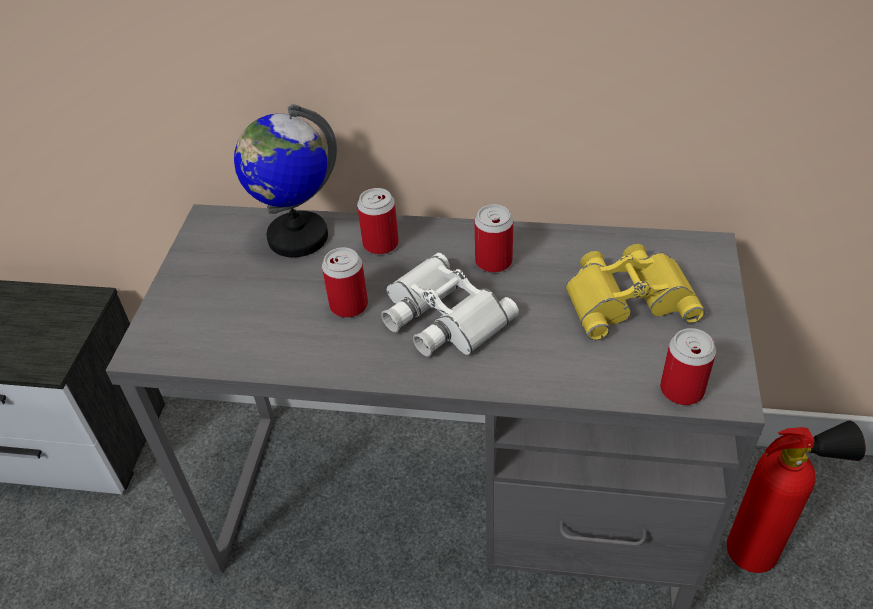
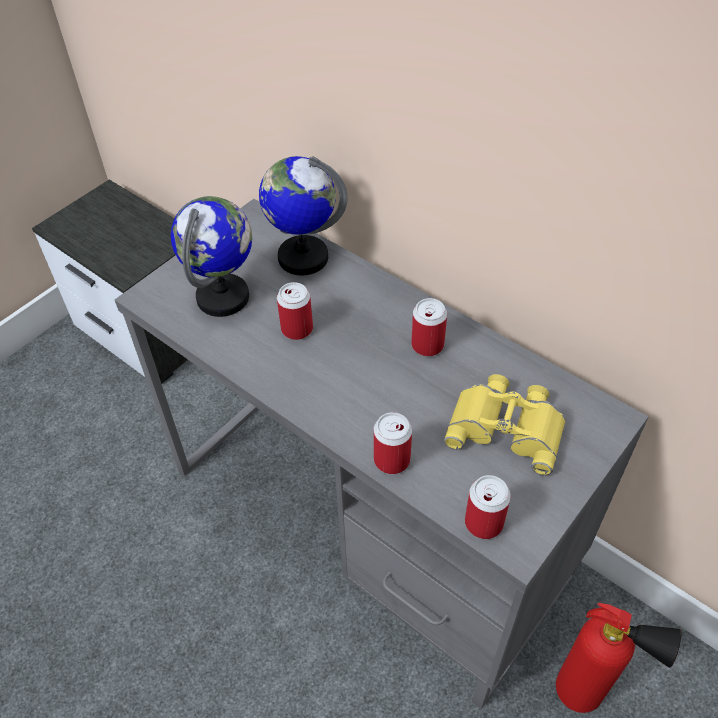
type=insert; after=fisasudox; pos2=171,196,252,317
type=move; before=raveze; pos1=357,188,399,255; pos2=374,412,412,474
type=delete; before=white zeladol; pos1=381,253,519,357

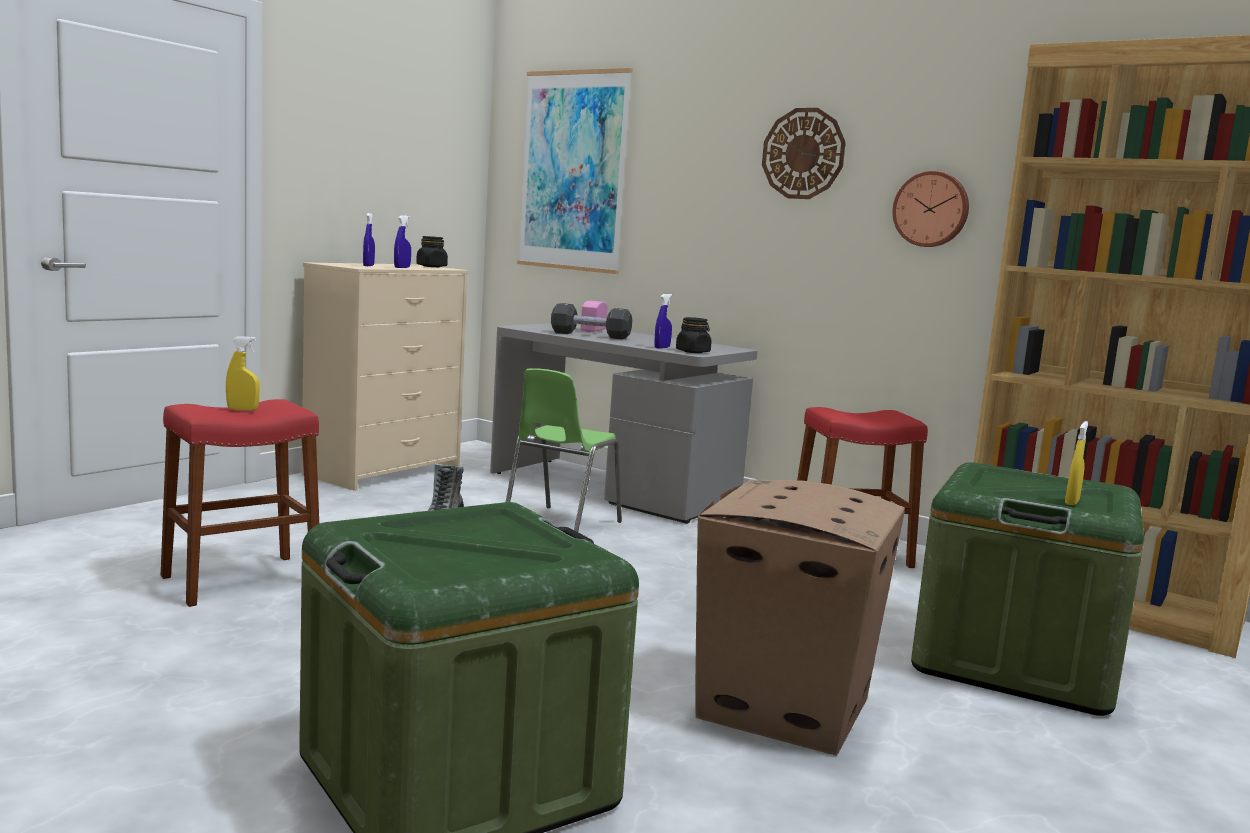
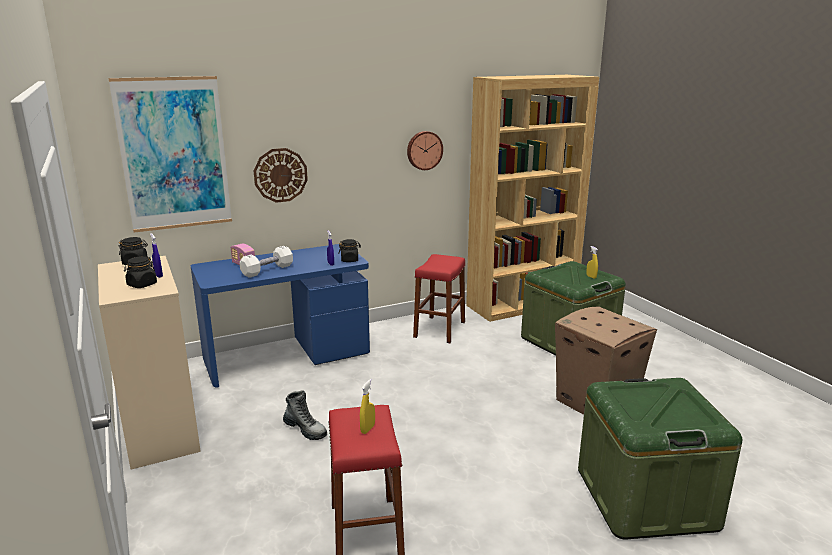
type=replace; before=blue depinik; after=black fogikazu; pos1=363,213,375,266; pos2=124,256,157,288
type=recolor; before=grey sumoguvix; after=blue sumoguvix; pos1=490,323,758,524; pos2=191,244,370,387
type=recolor; before=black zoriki; after=white zoriki; pos1=551,303,632,340; pos2=240,246,293,278
type=move; before=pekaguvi; pos1=762,108,846,199; pos2=254,148,308,203
type=delete; before=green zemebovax; pos1=506,368,622,532

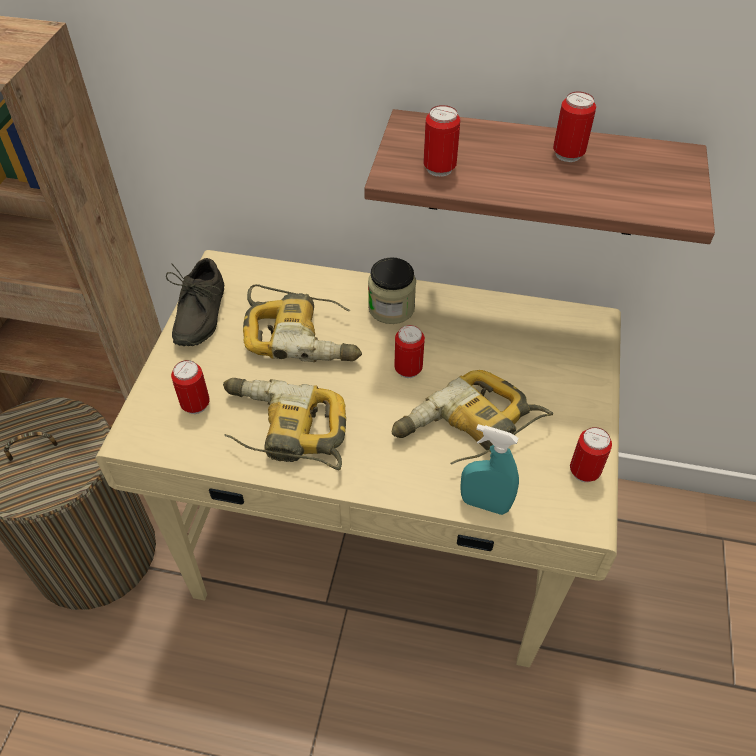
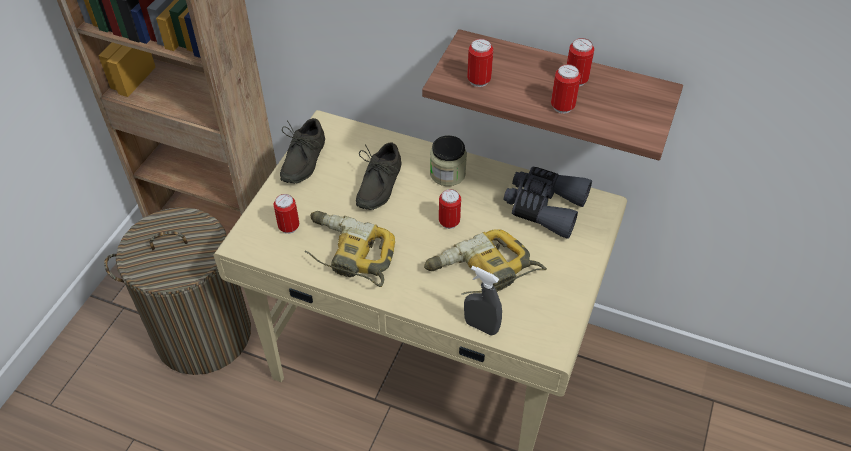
type=replace; before=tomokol; after=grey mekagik; pos1=243,284,362,362; pos2=356,142,402,210
type=recolor; before=turquoise depinik; after=grey depinik; pos1=460,424,519,515; pos2=464,266,502,336
type=insert; after=grey zeladol; pos2=503,166,592,239
type=move; before=raveze; pos1=570,427,612,482; pos2=551,64,581,114

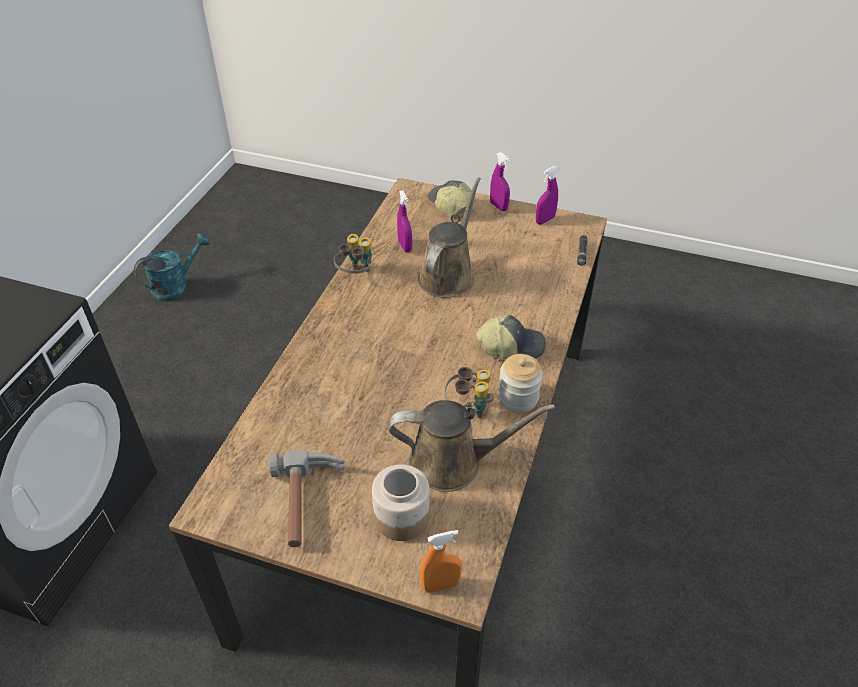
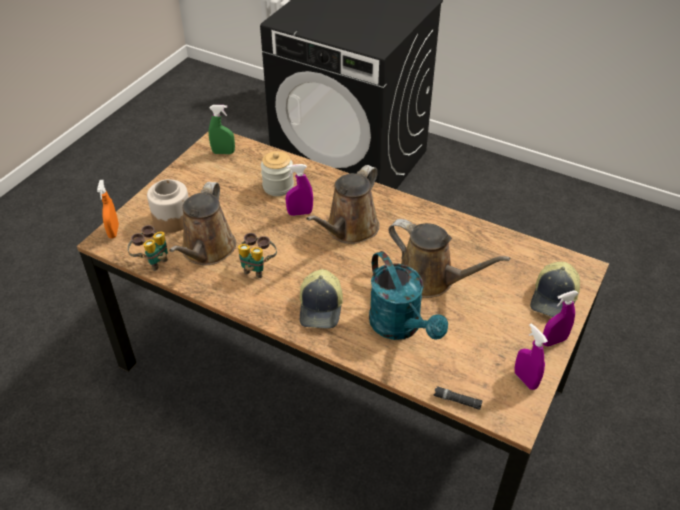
type=move; before=zeladol; pos1=334,234,372,274; pos2=128,225,168,271
type=insert; after=green depinik; pos2=209,105,235,154
type=move; before=fogikazu; pos1=498,354,543,413; pos2=261,151,294,196
type=move; before=purple depinik; pos1=397,190,412,252; pos2=285,164,313,216
type=insert; after=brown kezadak; pos2=306,165,379,244
type=move; before=turquoise kezadak; pos1=134,233,210,302; pos2=369,251,448,340
type=rotate; before=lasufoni; pos1=428,180,475,218; pos2=530,262,580,317; turn=135
type=delete; before=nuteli; pos1=269,450,346,547

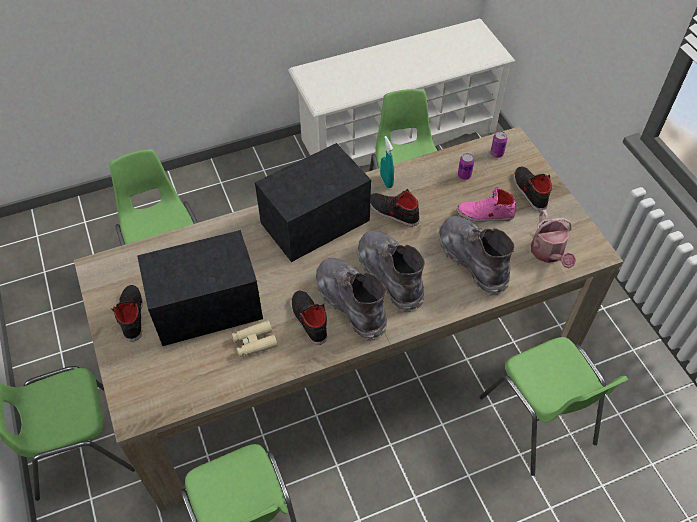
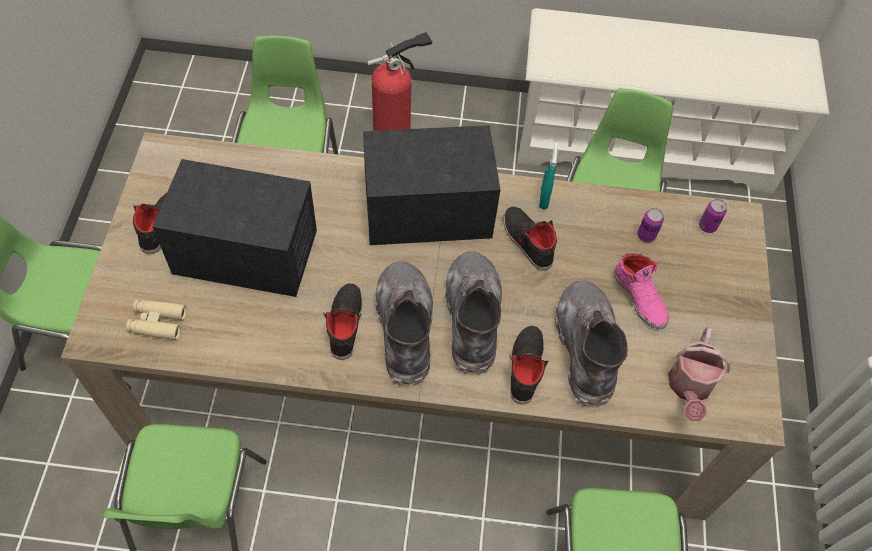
type=move; before=beige zeladol; pos1=232,321,278,357; pos2=126,300,187,340
type=insert; after=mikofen; pos2=367,32,432,131
type=move; before=black mekagik; pos1=514,166,552,211; pos2=510,326,548,405
type=rotate; before=pink mekagik; pos1=457,187,516,222; pos2=614,253,669,329; turn=-150

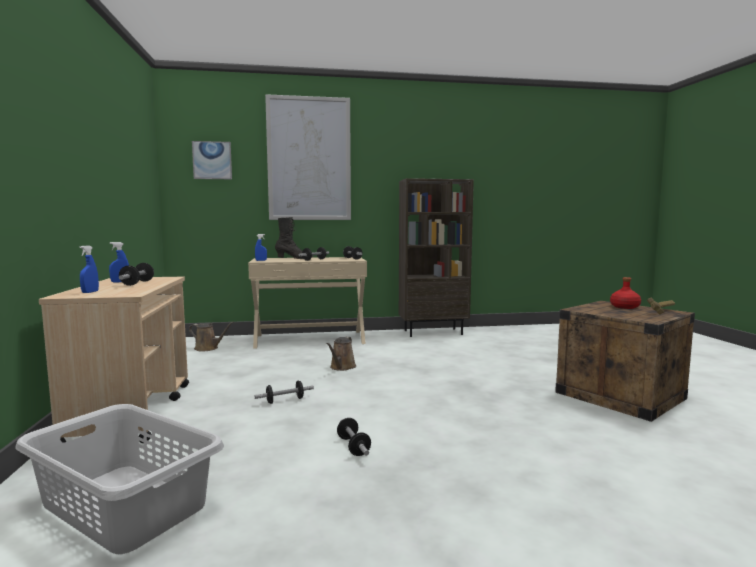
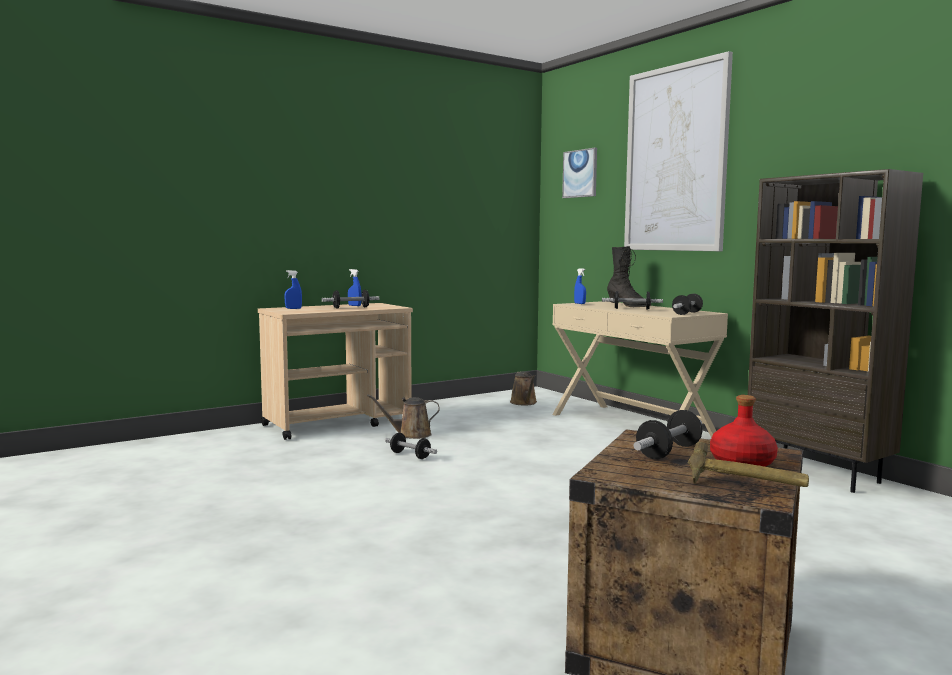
type=move; before=brown kezadak; pos1=326,337,356,371; pos2=367,394,440,439
type=move; before=zoriki; pos1=337,418,371,456; pos2=634,410,702,459
type=delete; before=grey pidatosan; pos1=15,404,224,554

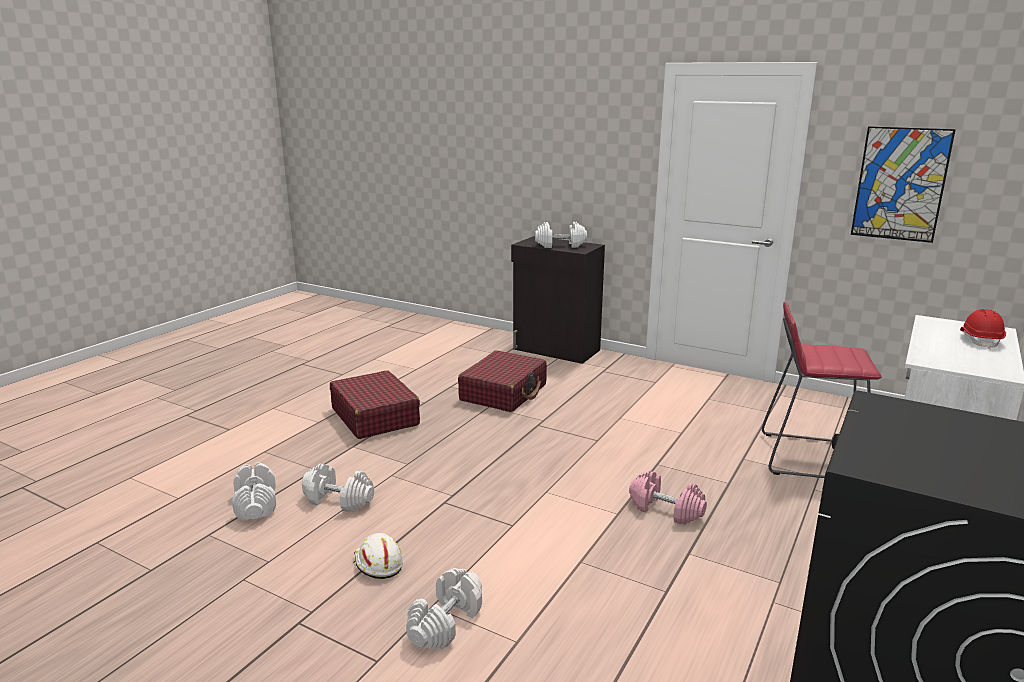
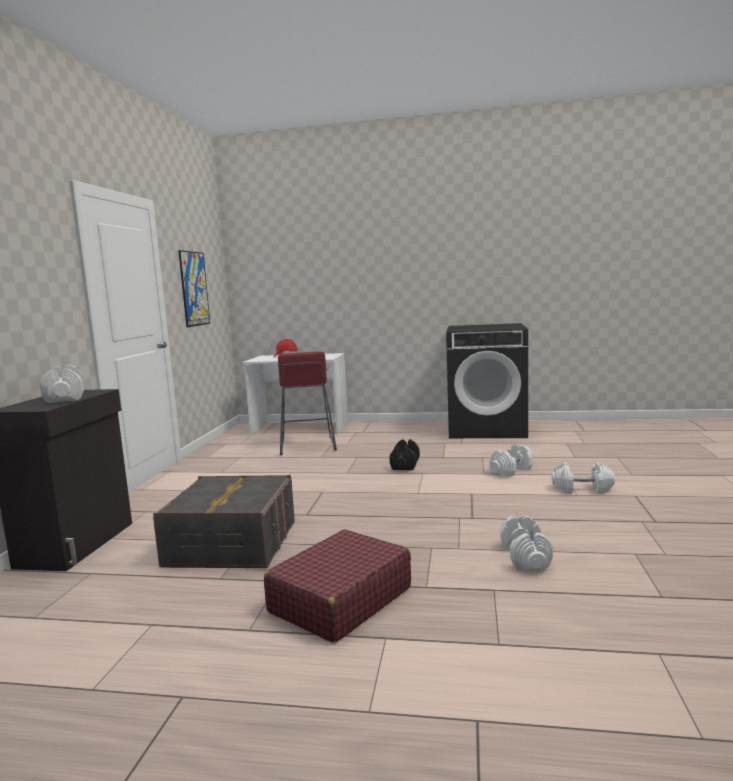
type=replace; before=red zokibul; after=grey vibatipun; pos1=458,350,547,412; pos2=153,475,295,568
type=recolor; before=pink zoriki; after=black zoriki; pos1=629,471,707,525; pos2=389,439,420,470
type=move; before=white zoriki; pos1=232,463,276,520; pos2=489,444,533,477
type=delete; before=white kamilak; pos1=353,533,403,579

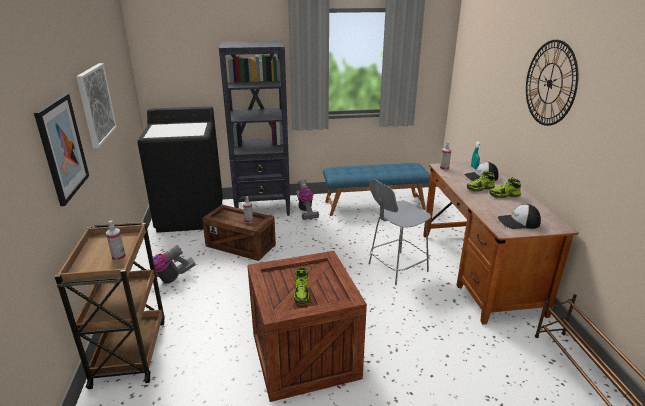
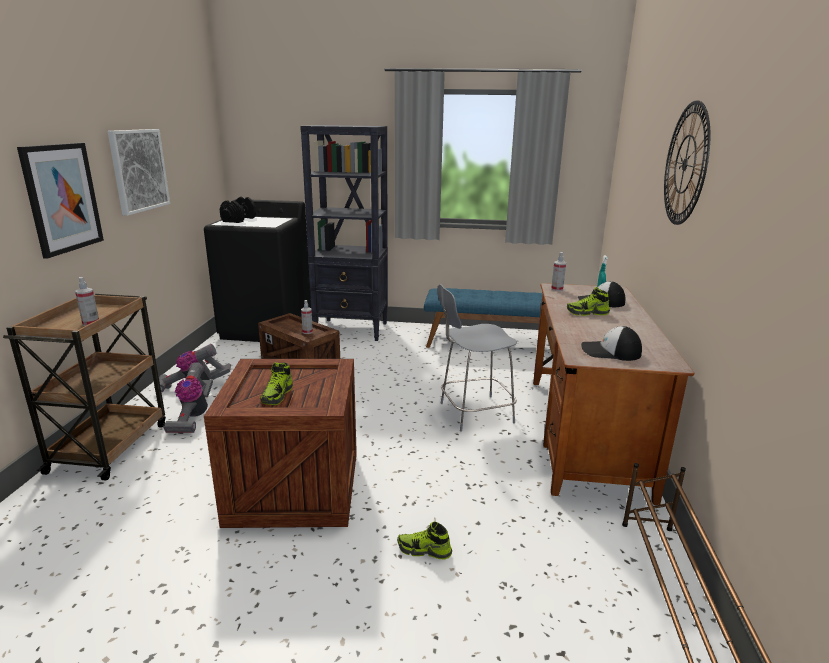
type=move; before=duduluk; pos1=296,179,319,220; pos2=163,362,213,434
type=insert; after=black zoriki; pos2=220,197,256,223
type=move; before=mekagik; pos1=489,177,521,199; pos2=397,521,452,560

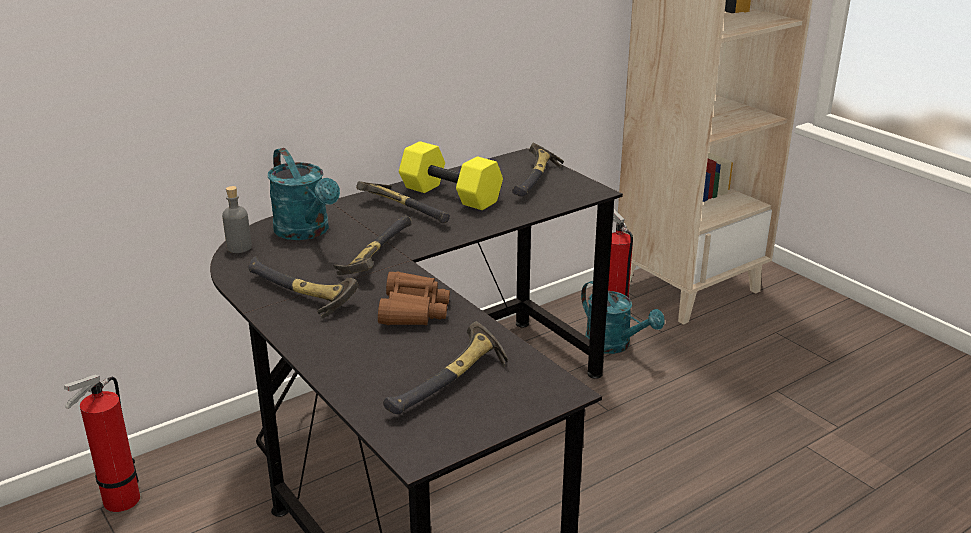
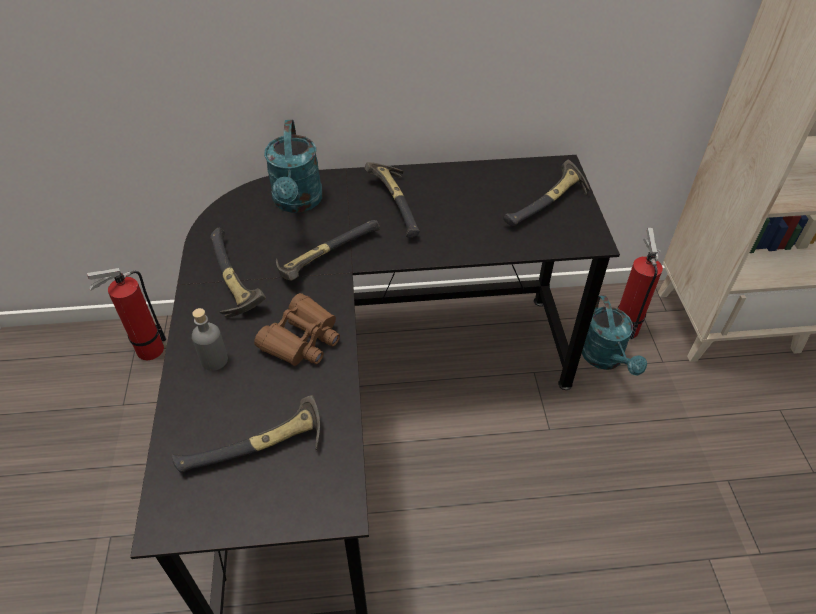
type=move; before=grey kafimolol; pos1=222,186,252,253; pos2=192,308,228,371
type=delete; before=yellow zoriki; pos1=399,141,503,210

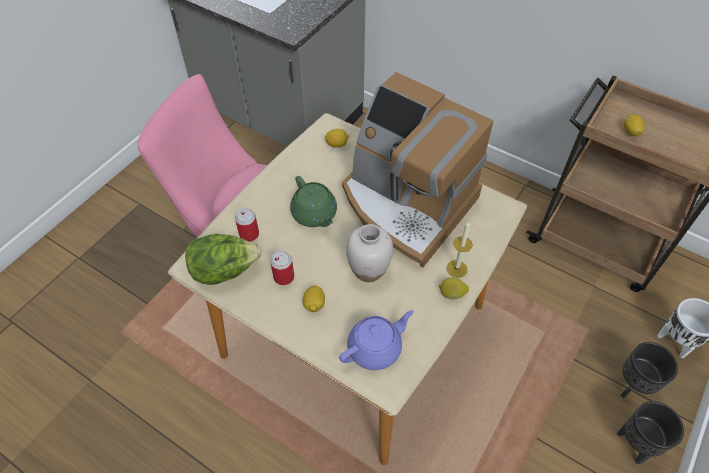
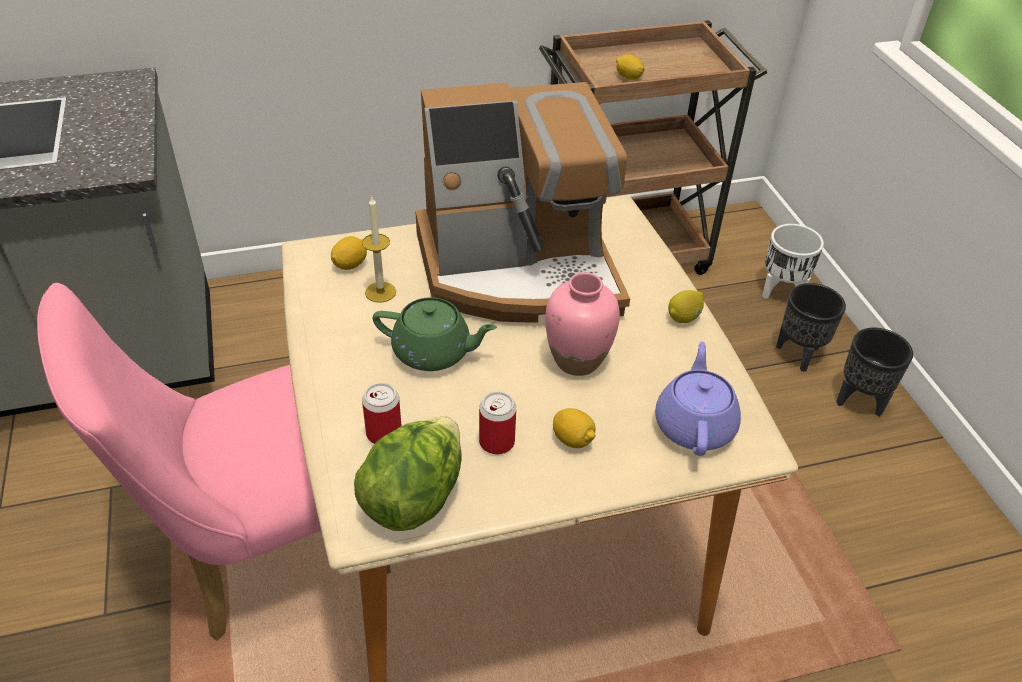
type=move; before=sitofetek; pos1=446,221,472,278; pos2=362,197,396,303
type=recolor; before=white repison; after=pink repison; pos1=346,224,393,282; pos2=545,272,620,376

